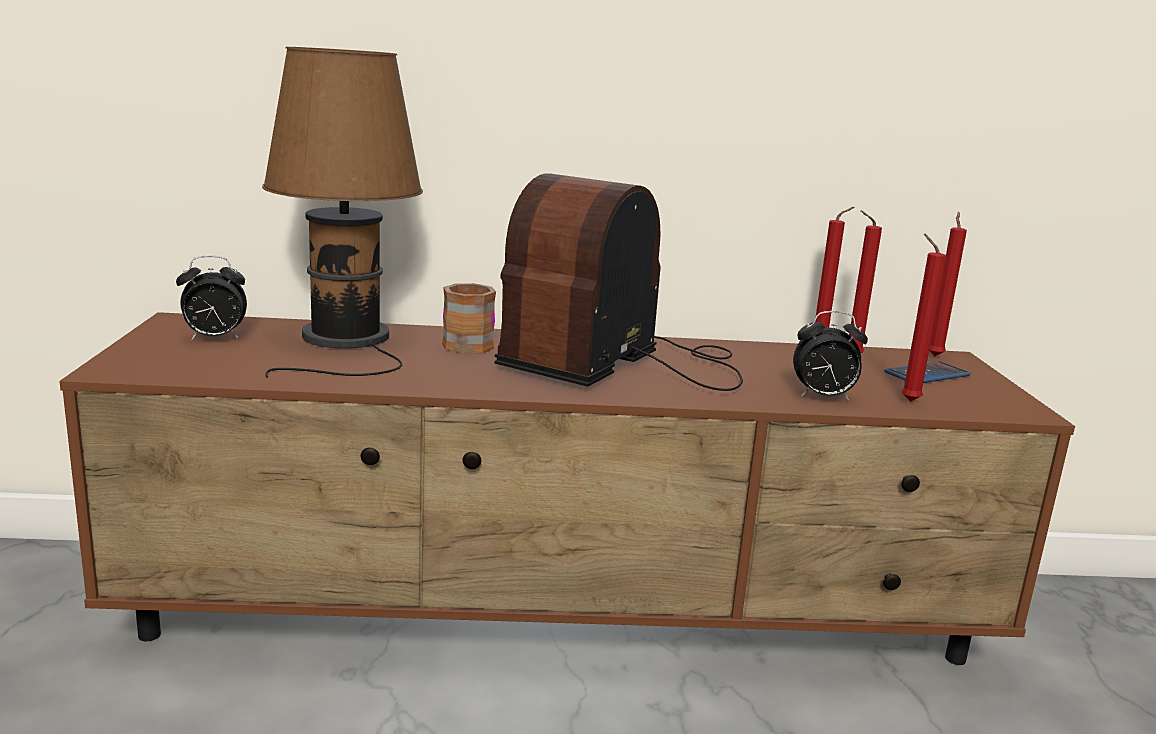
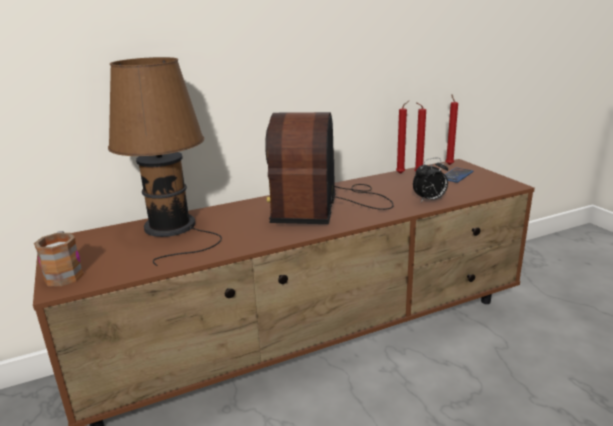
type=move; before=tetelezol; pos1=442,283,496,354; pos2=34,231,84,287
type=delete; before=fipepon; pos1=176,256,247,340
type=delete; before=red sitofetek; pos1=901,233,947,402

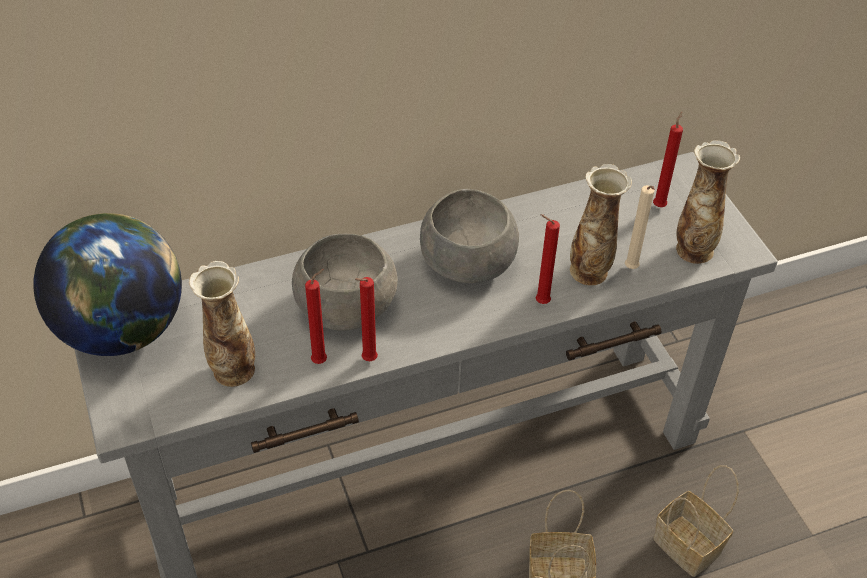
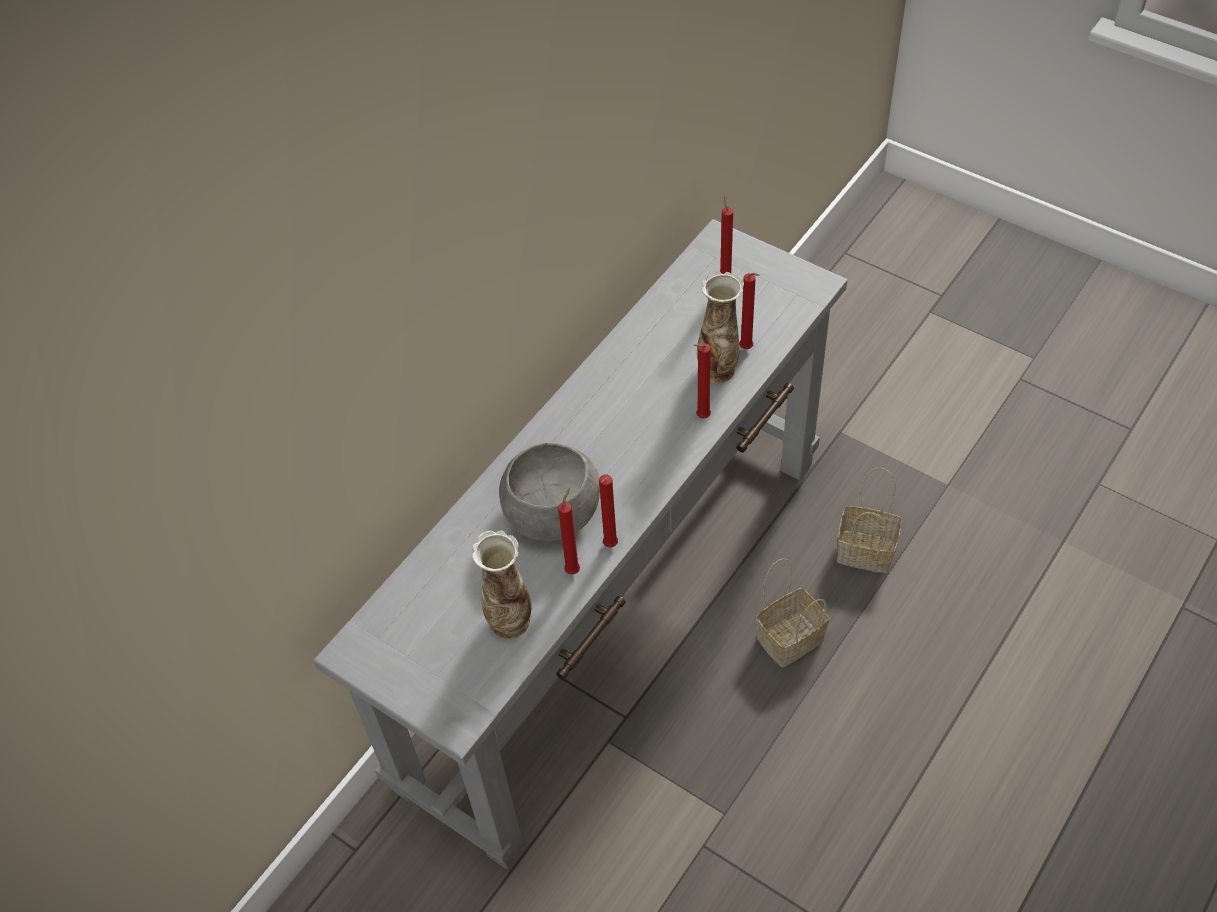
type=recolor; before=beige sitofetek; after=red sitofetek; pos1=625,185,655,269; pos2=739,273,760,349
type=delete; before=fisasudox; pos1=33,213,182,356
type=delete; before=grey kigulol; pos1=420,189,519,283
type=delete; before=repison; pos1=676,140,740,264

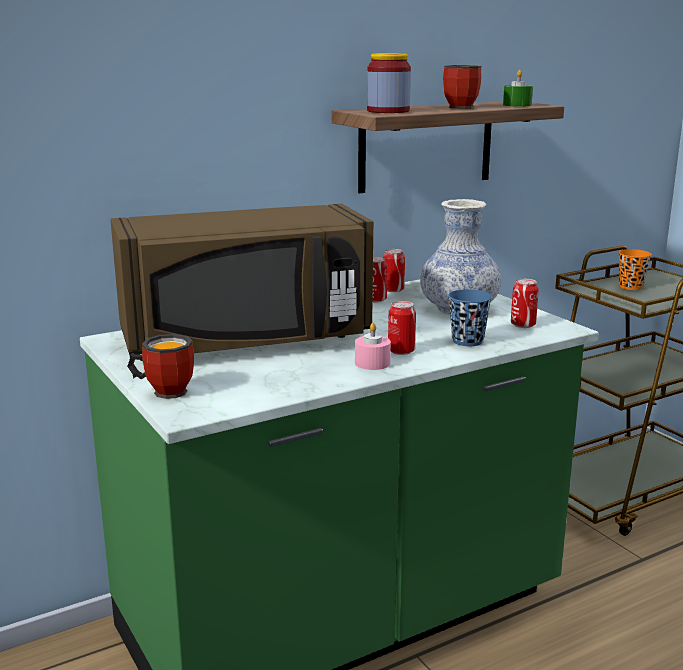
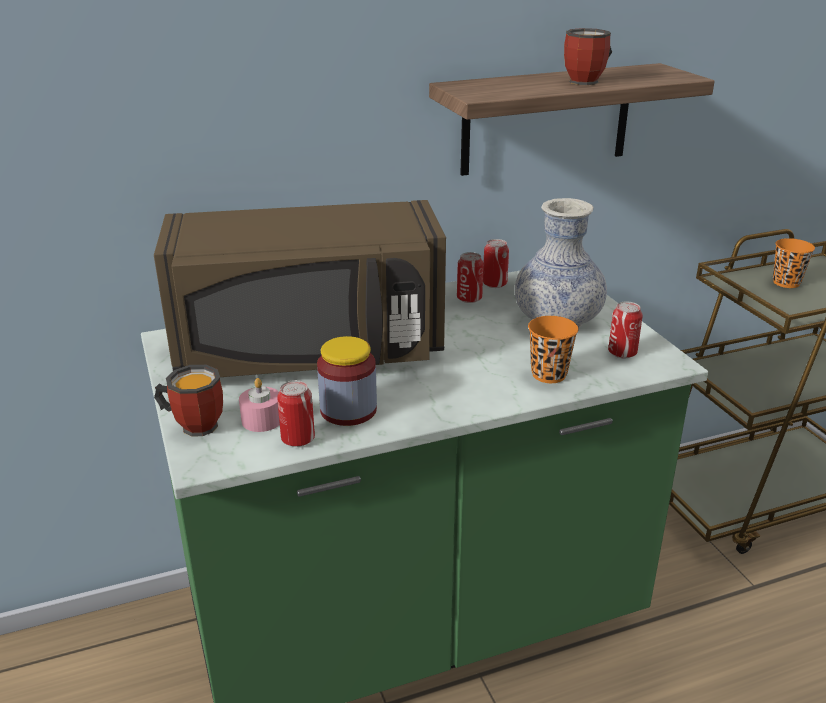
type=move; before=pink sitofetek; pos1=355,323,391,370; pos2=239,378,280,432
type=move; before=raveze; pos1=388,301,416,355; pos2=277,380,315,447
type=move; before=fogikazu; pos1=367,53,411,113; pos2=317,336,377,426
type=recolor; before=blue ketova; after=orange ketova; pos1=448,289,492,346; pos2=528,316,579,383
type=delete; before=green sitofetek; pos1=503,70,533,107

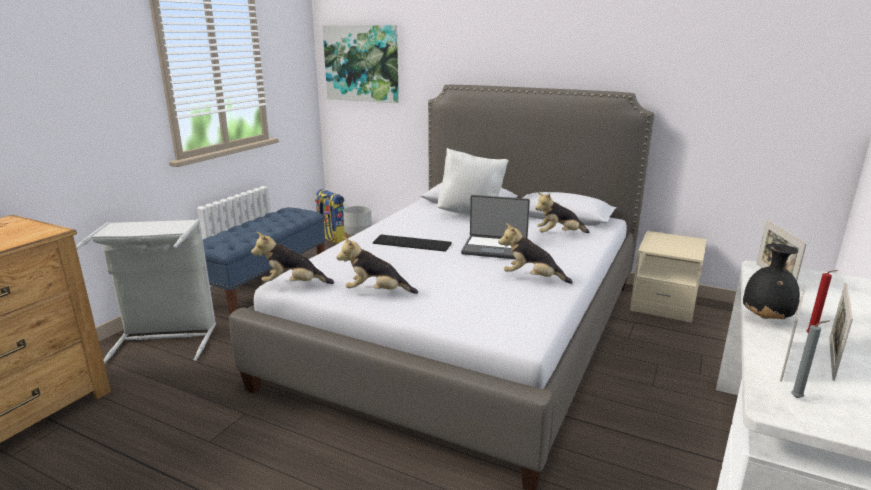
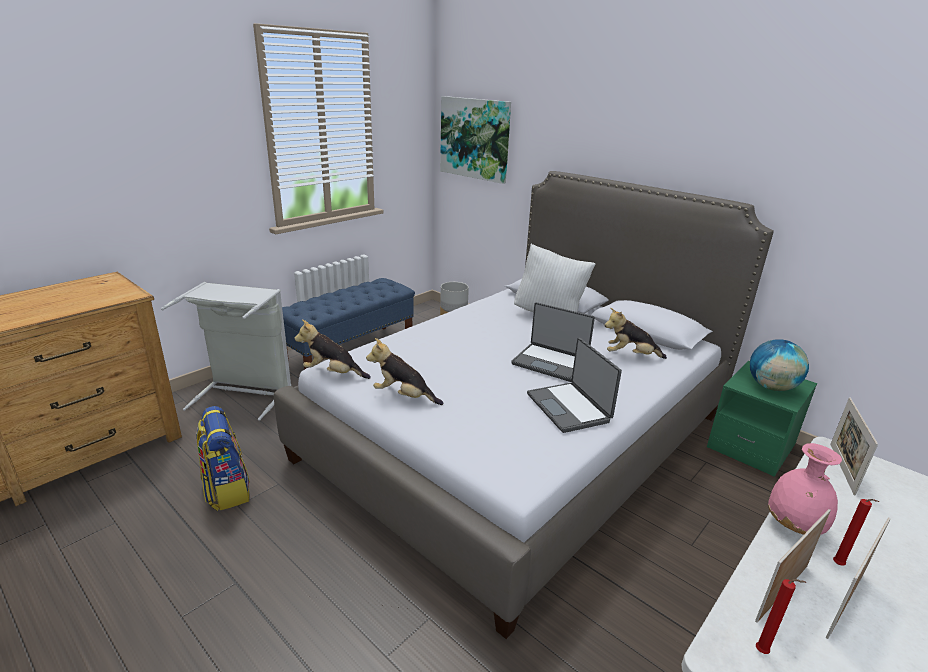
type=move; before=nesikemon; pos1=315,189,345,244; pos2=196,406,250,511
type=replace; before=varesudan; after=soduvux; pos1=498,223,573,284; pos2=527,338,622,433
type=recolor; before=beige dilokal; after=green dilokal; pos1=630,231,706,323; pos2=707,361,817,477
type=insert; after=fisasudox; pos2=750,339,809,391
type=recolor; before=grey sitofetek; after=red sitofetek; pos1=791,321,829,398; pos2=756,579,806,654
type=recolor; before=black repison; after=pink repison; pos1=743,243,800,319; pos2=768,443,842,535
type=delete; before=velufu; pos1=373,235,452,252

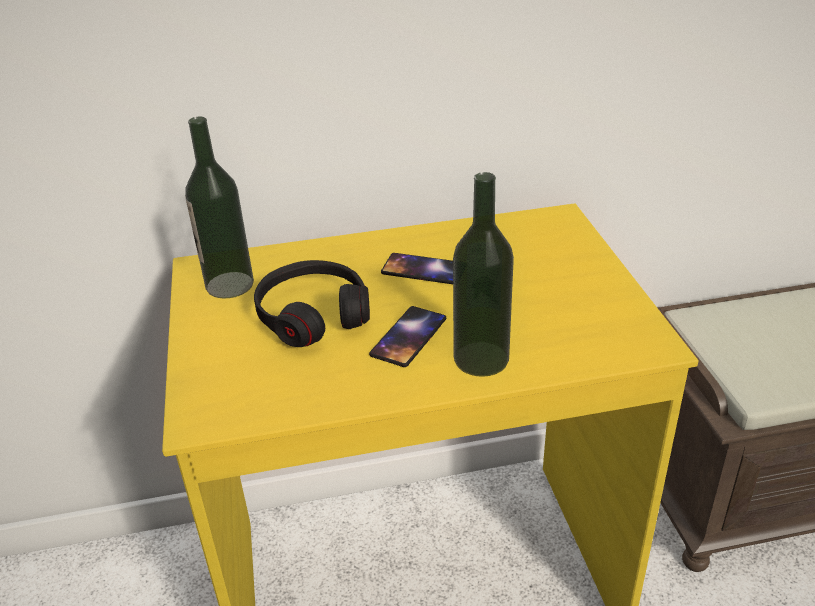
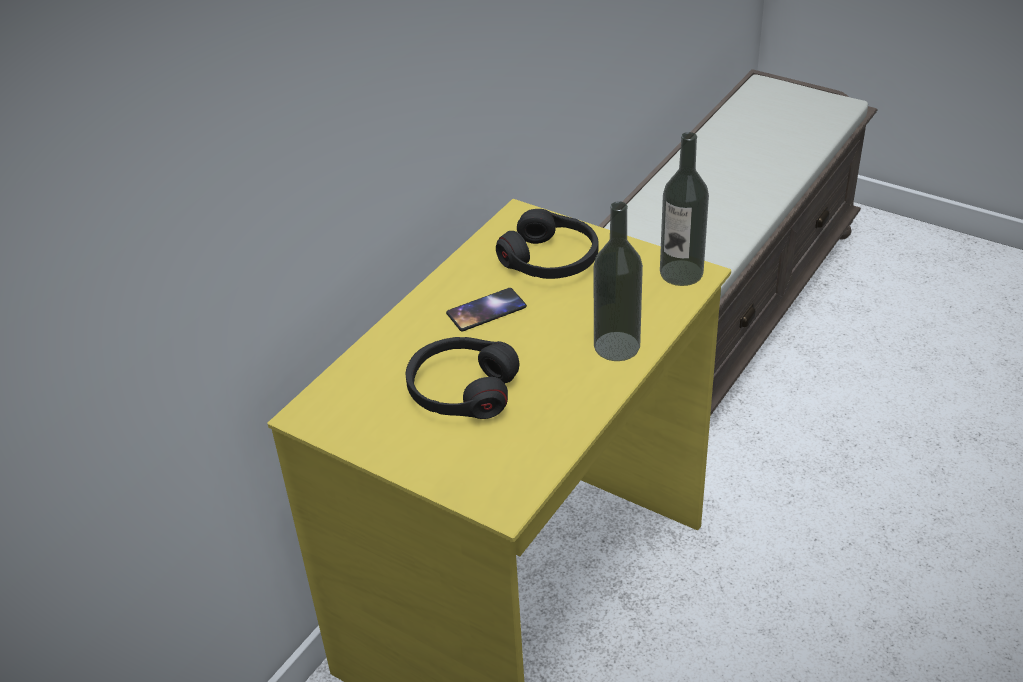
type=insert; after=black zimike; pos2=496,209,598,279
type=move; before=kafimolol; pos1=185,117,254,299; pos2=660,132,709,286
type=delete; before=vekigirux; pos1=369,306,446,367

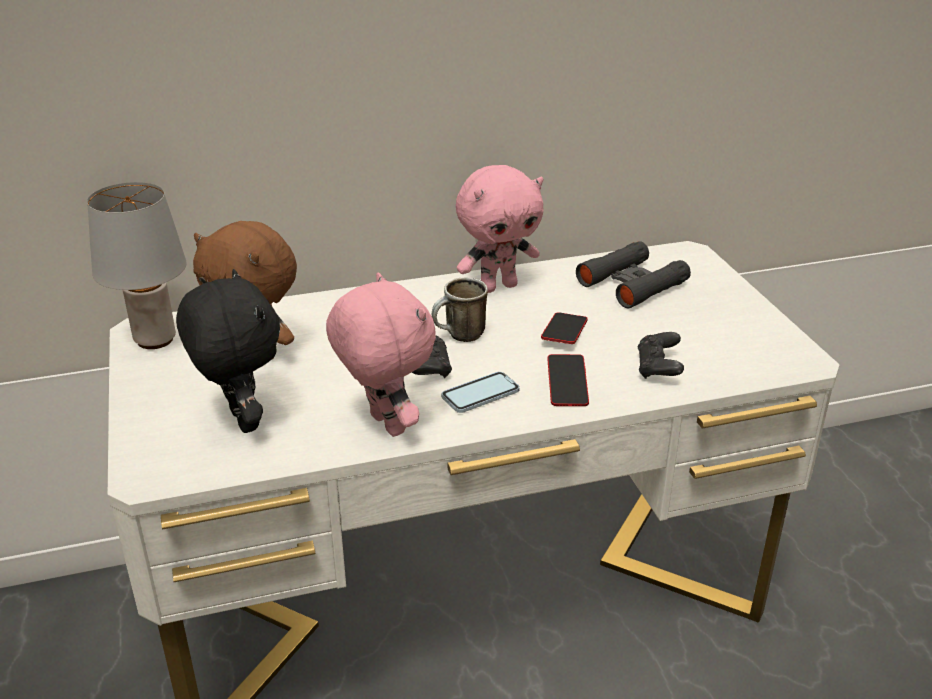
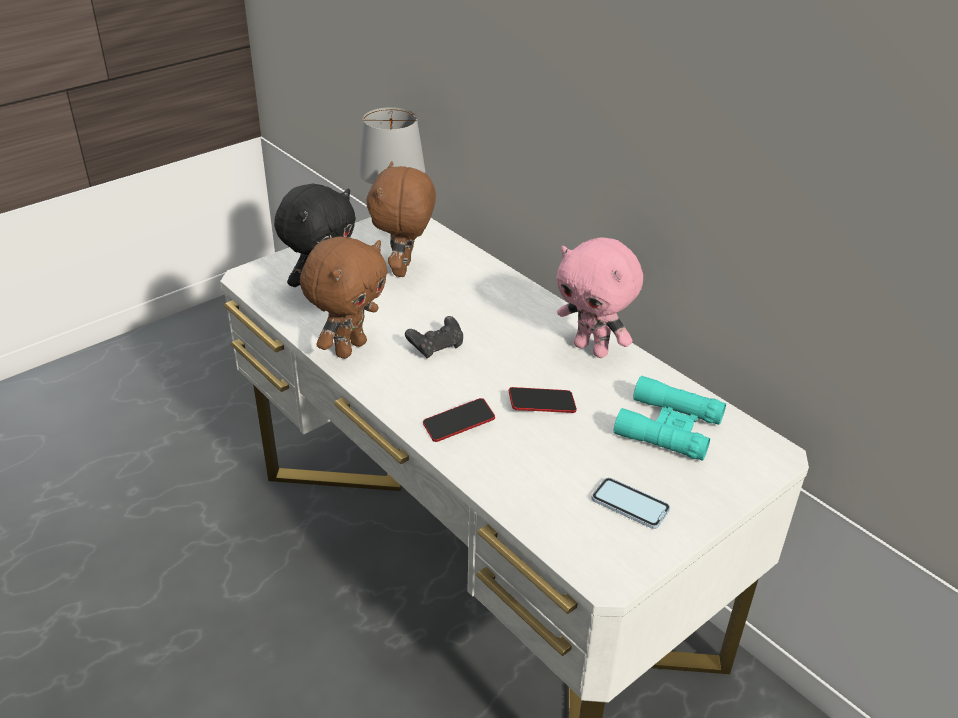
type=recolor; before=pink varesudan; after=brown varesudan; pos1=326,272,436,437; pos2=300,236,388,359
type=move; before=vekigirux; pos1=441,372,520,413; pos2=592,478,670,529
type=recolor; before=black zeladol; after=turquoise zeladol; pos1=576,241,691,308; pos2=614,376,726,461
type=delete; before=tetelezol; pos1=432,277,488,342
type=delete; before=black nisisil; pos1=638,332,684,379

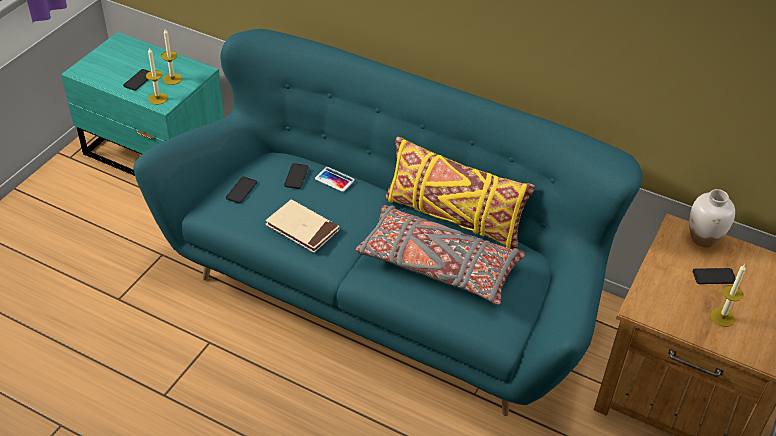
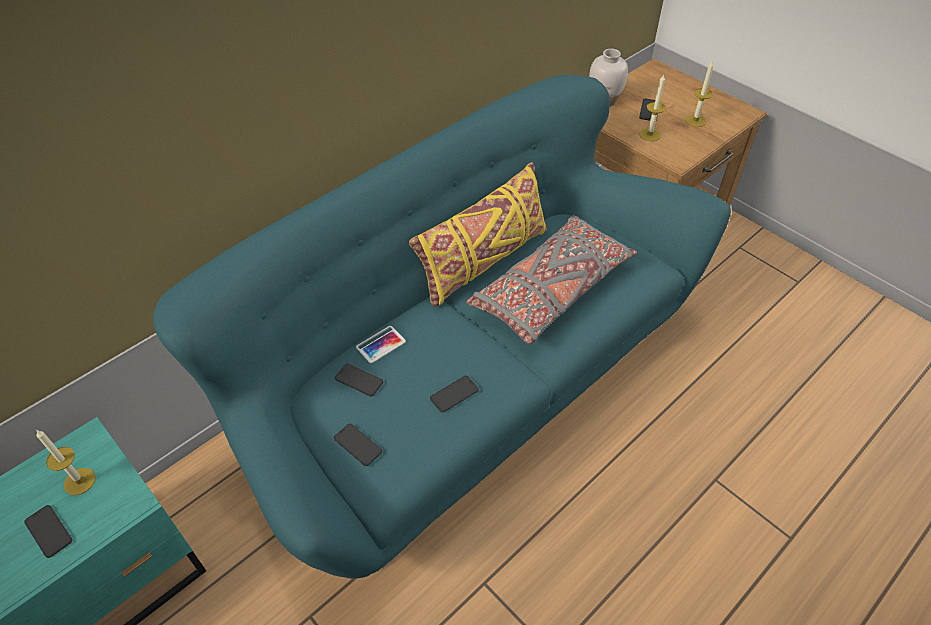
type=replace; before=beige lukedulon; after=vekigirux; pos1=266,199,340,253; pos2=430,376,479,413
type=move; before=sitofetek; pos1=146,47,168,105; pos2=639,75,665,141

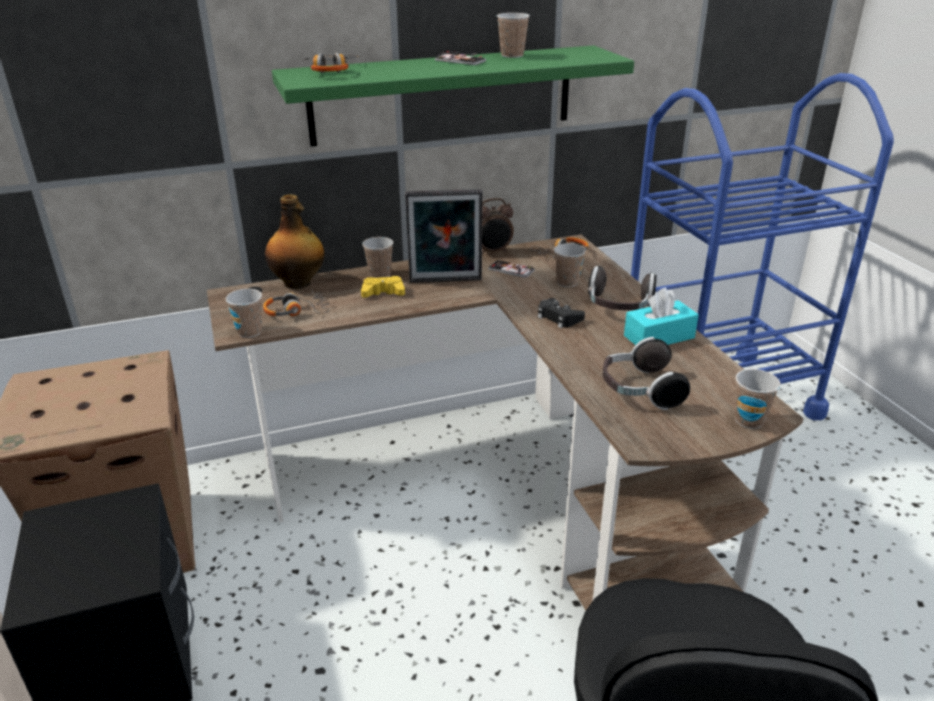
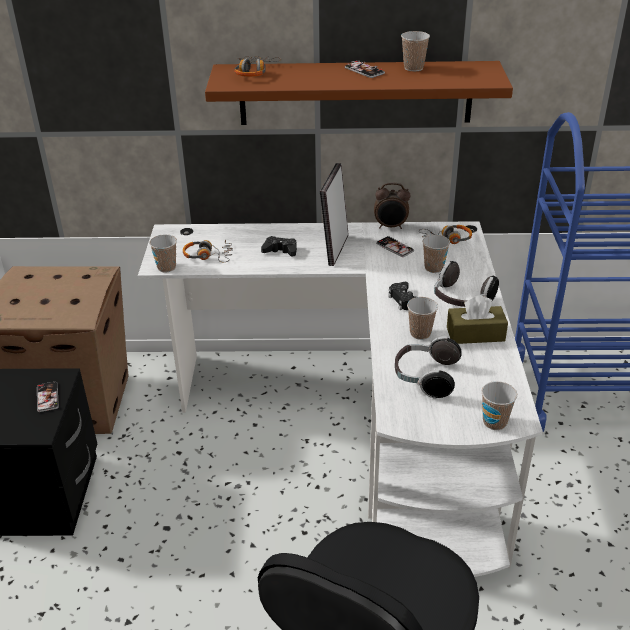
type=insert; after=vekigirux; pos2=37,382,59,412
type=recolor; before=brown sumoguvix; after=white sumoguvix; pos1=207,235,804,611; pos2=138,221,542,577
type=recolor; before=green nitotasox; after=brown nitotasox; pos1=272,45,634,147; pos2=205,61,513,125
type=recolor; before=yellow nisisil; after=black nisisil; pos1=361,276,405,298; pos2=261,236,297,256
type=rotate; before=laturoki; pos1=405,189,483,283; pos2=320,163,348,266; turn=90
type=move; before=ketova; pos1=362,237,393,278; pos2=407,297,438,340
type=recolor; before=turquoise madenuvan; after=brown madenuvan; pos1=624,287,699,345; pos2=447,295,508,344
type=delete; before=kafimolol; pos1=265,194,324,289

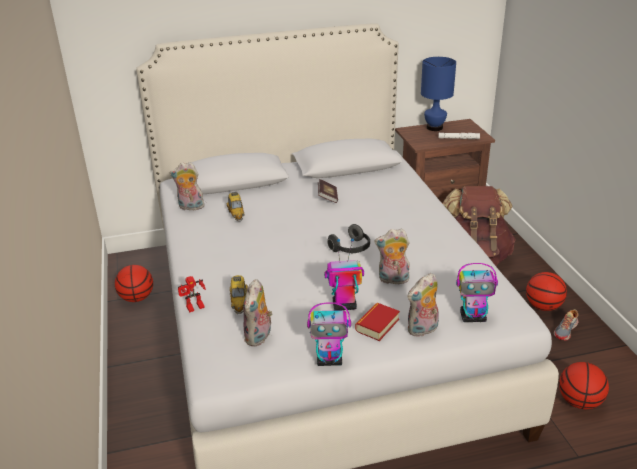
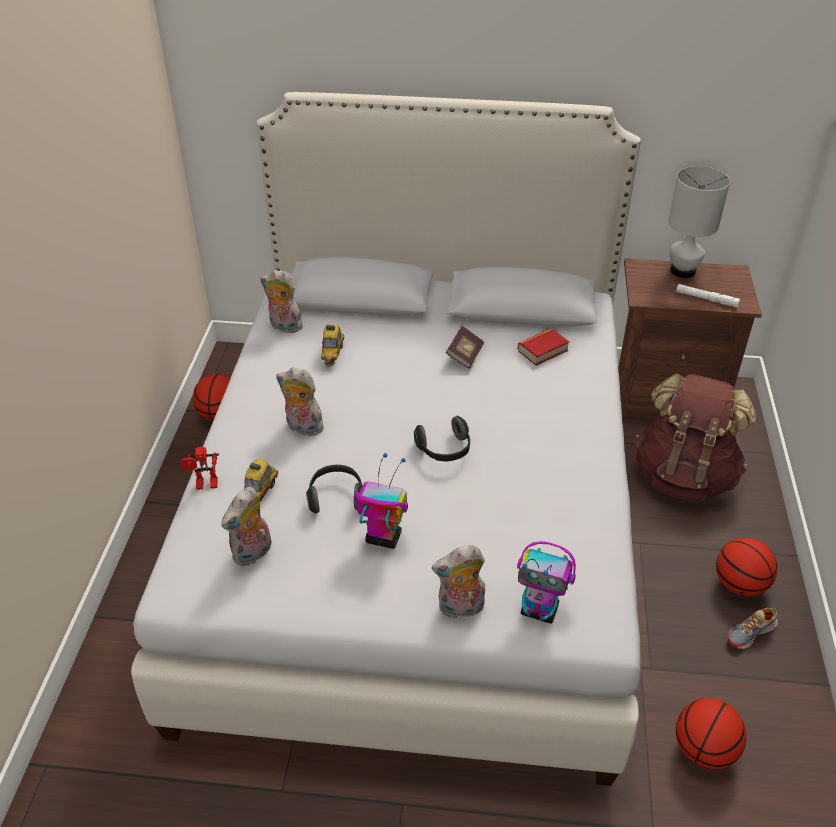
type=move; before=varesudan; pos1=374,228,410,284; pos2=276,367,324,436
type=insert; after=zimike; pos2=306,465,363,514
type=move; before=lukedulon; pos1=355,303,400,341; pos2=518,328,569,366
type=recolor; before=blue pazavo; after=white pazavo; pos1=421,57,456,131; pos2=668,166,730,278
type=delete; before=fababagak; pos1=307,302,351,366

